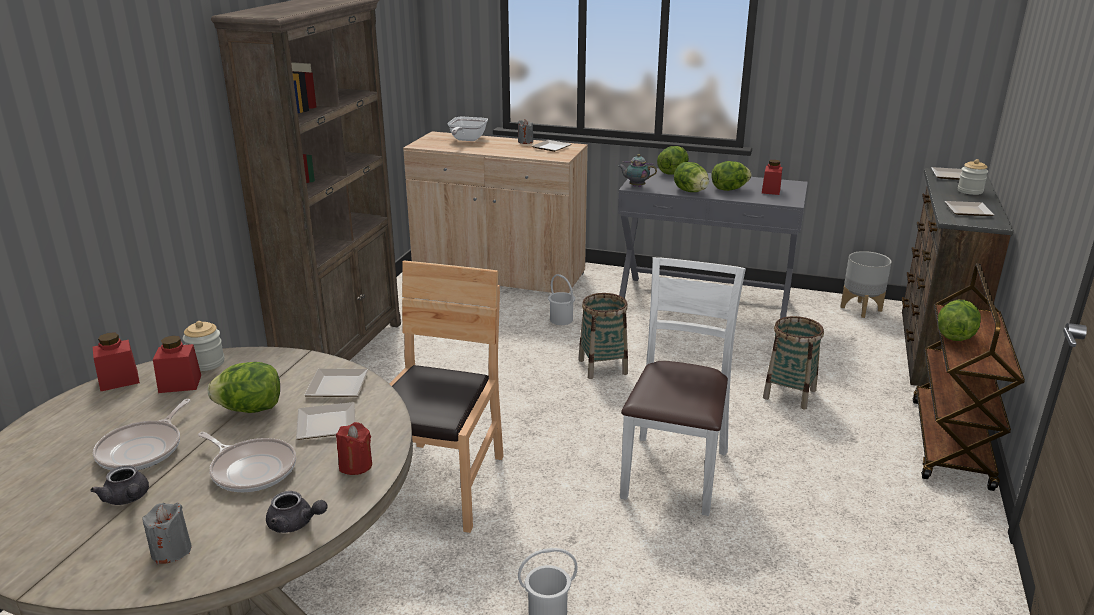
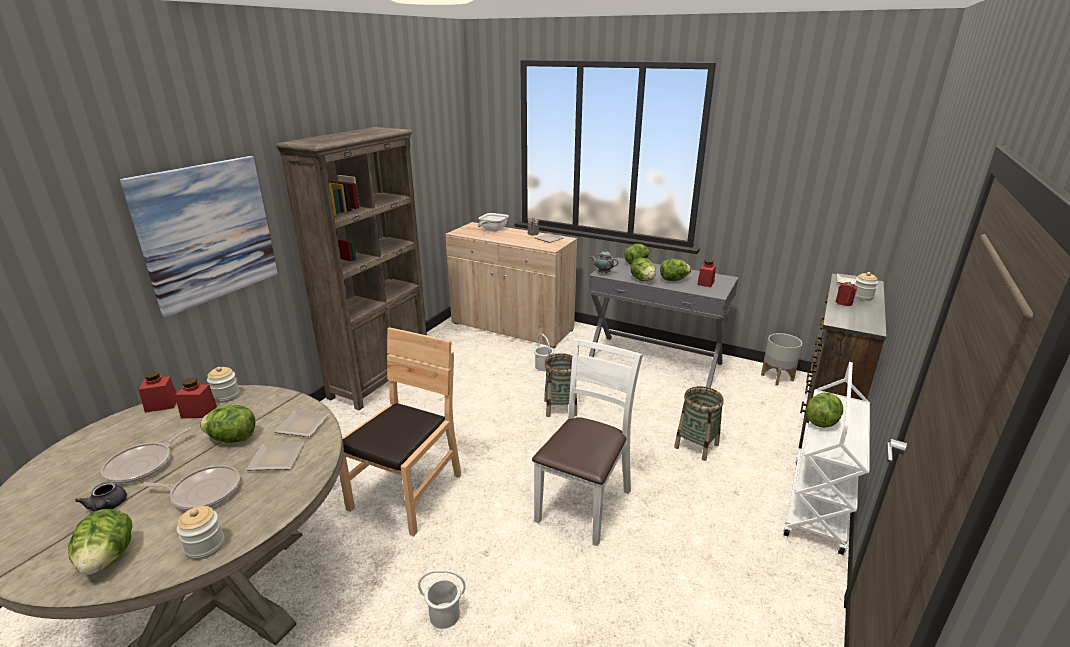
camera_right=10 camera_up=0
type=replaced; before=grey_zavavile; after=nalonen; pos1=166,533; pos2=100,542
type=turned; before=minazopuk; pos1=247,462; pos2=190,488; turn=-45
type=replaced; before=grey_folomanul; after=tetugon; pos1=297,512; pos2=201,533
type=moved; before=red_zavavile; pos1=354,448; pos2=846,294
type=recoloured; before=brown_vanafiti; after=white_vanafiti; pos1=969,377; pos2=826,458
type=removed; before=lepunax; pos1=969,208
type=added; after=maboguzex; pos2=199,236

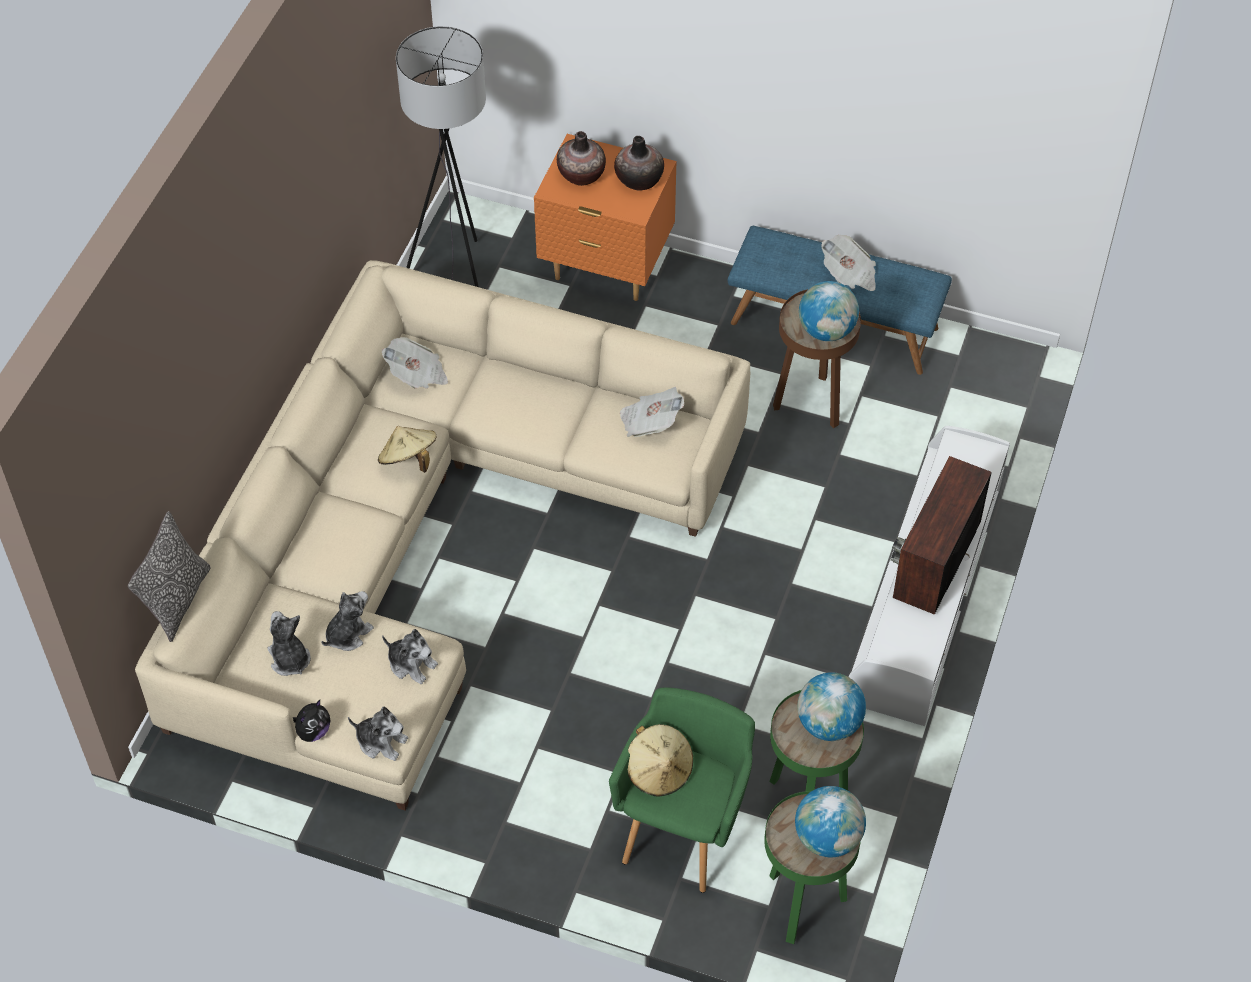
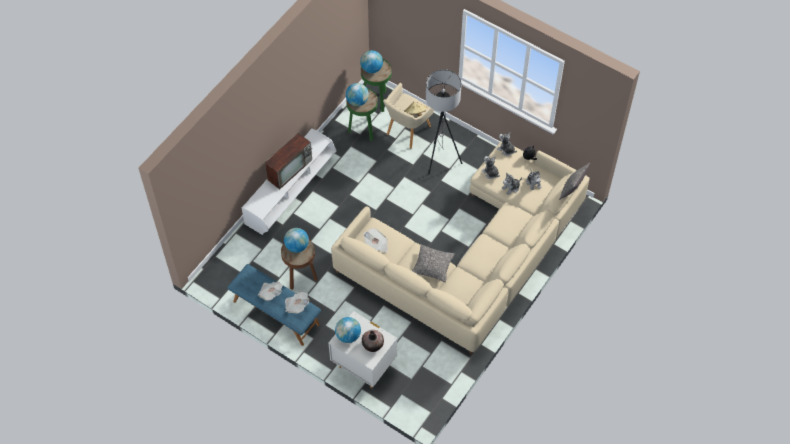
camera_right=-165 camera_up=5
type=removed; before=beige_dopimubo; pos1=407,449
type=moved; before=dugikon; pos1=415,363; pos2=297,302
type=moved; before=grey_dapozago; pos1=441,156; pos2=444,121
type=recoloured; before=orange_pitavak; after=white_pitavak; pos1=605,217; pos2=363,349
type=recoloured; before=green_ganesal; after=beige_ganesal; pos1=682,790; pos2=408,116
type=replaced; before=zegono; after=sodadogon; pos1=639,163; pos2=348,330
type=added; after=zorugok; pos2=433,263

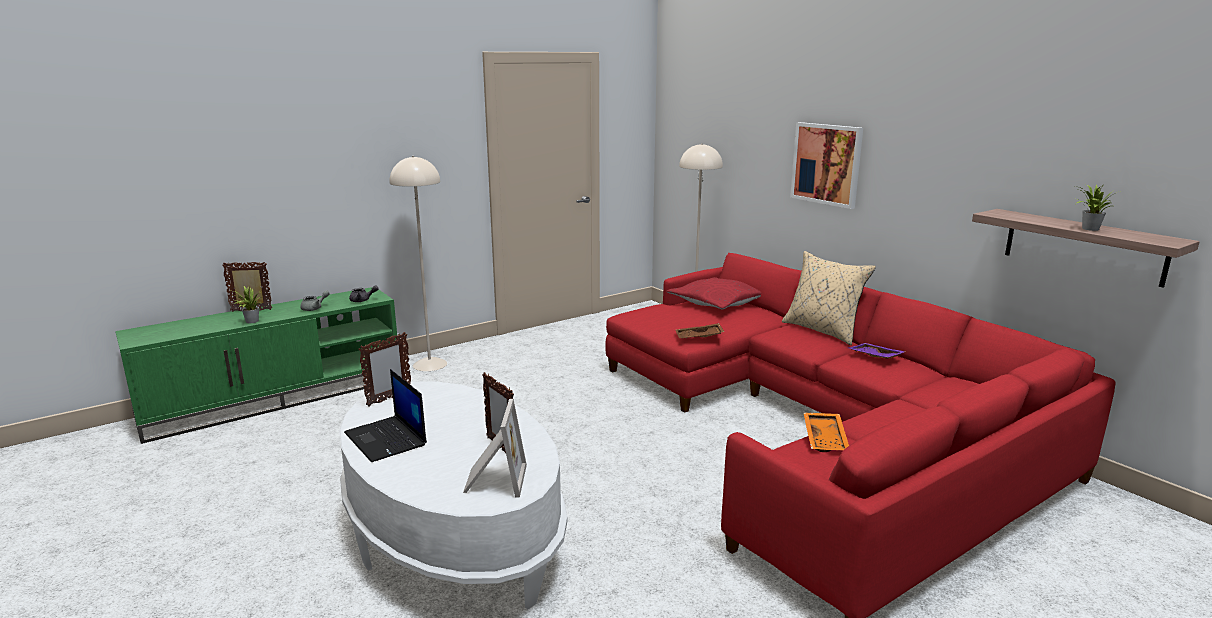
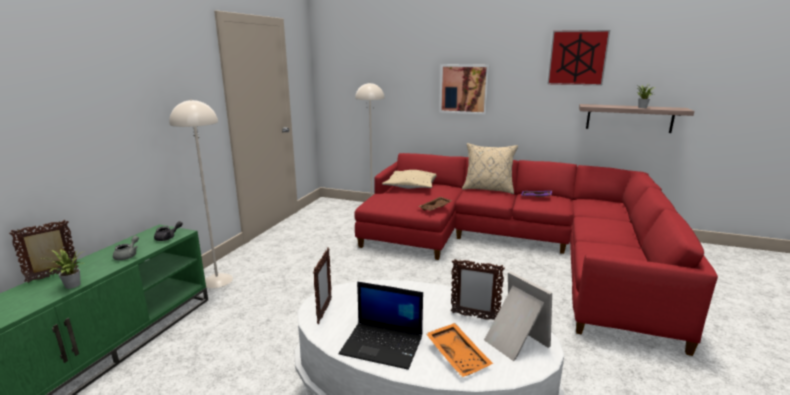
camera_right=-35 camera_up=0
type=recoloured; before=red_zorugok; after=beige_zorugok; pos1=714,293; pos2=409,179
type=moved; before=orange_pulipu; pos1=826,432; pos2=459,350
type=added; after=maboguzex; pos2=579,58

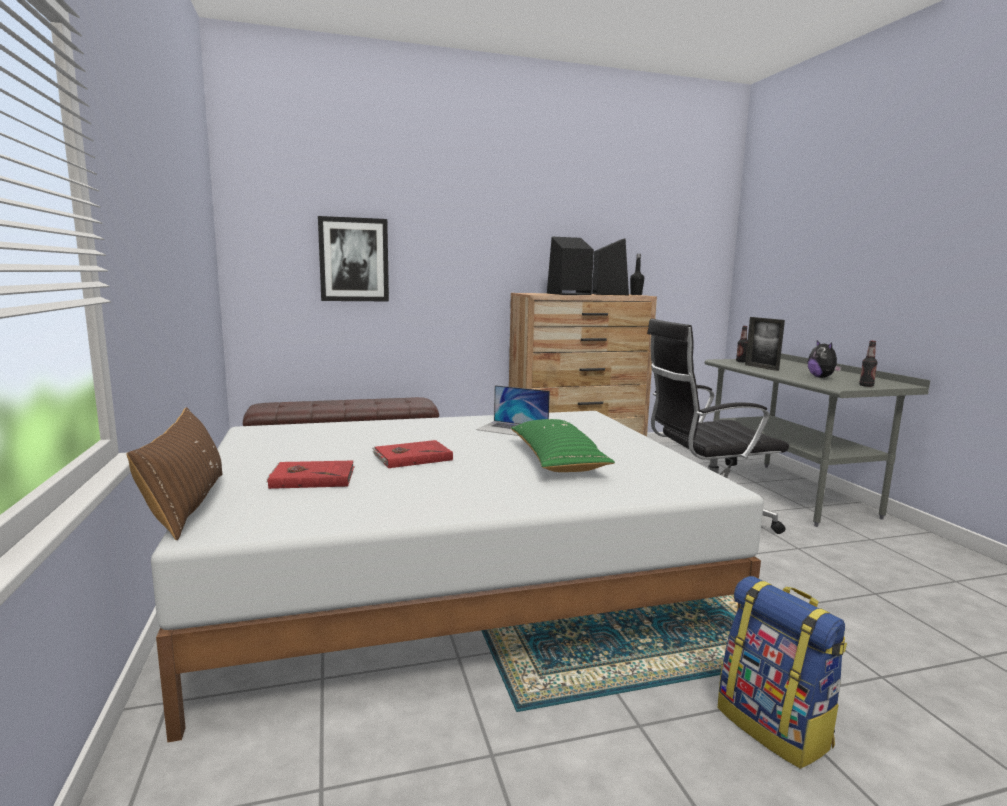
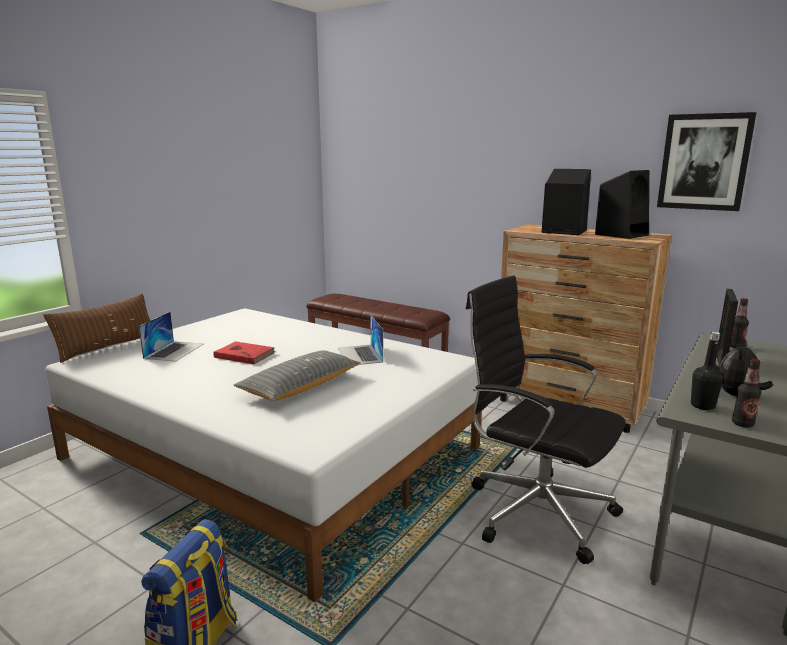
camera_right=50 camera_up=5
type=replaced; before=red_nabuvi; after=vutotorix; pos1=310,475; pos2=171,337
type=moved; before=maboguzex; pos1=353,258; pos2=706,161
type=recoloured; before=green_zorugok; after=grey_zorugok; pos1=563,445; pos2=297,375
type=moved; before=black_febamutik; pos1=637,274; pos2=707,370

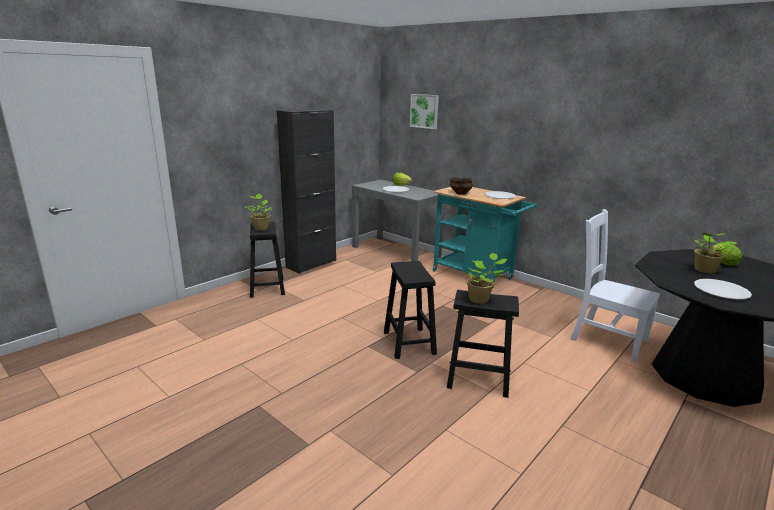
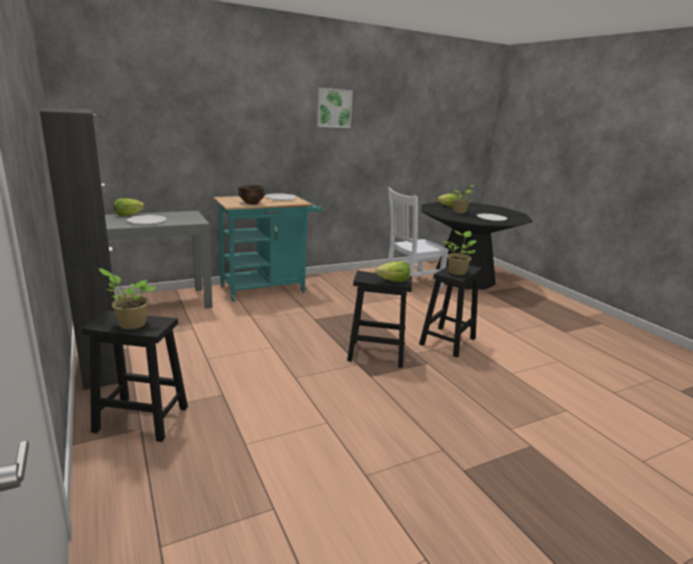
camera_right=-70 camera_up=0
type=moved; before=maboguzex; pos1=424,111; pos2=335,108
type=added; after=nalonen; pos2=392,271

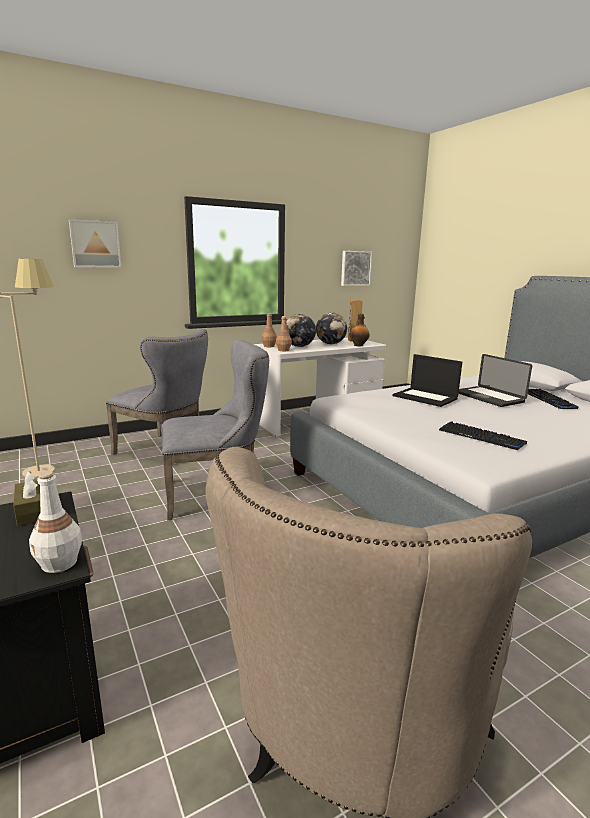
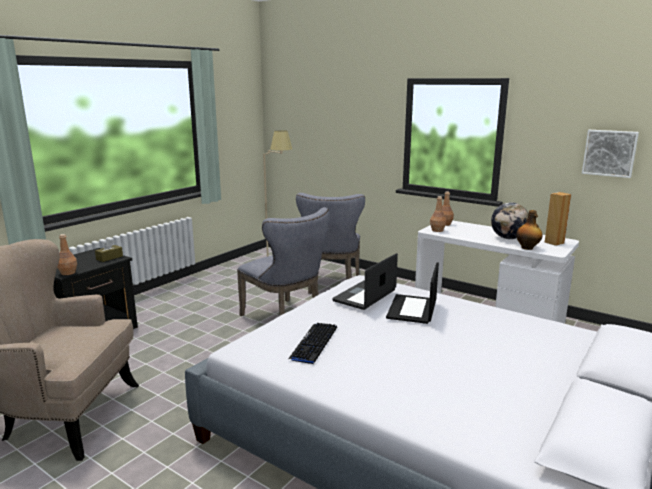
camera_right=65 camera_up=0
type=recoloured; before=white_febamutik; after=brown_febamutik; pos1=55,522; pos2=67,254
type=removed; before=maboguzex; pos1=95,243
type=removed; before=sodadogon; pos1=301,330
type=moved; before=vutotorix; pos1=495,380; pos2=365,281
type=removed; before=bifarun; pos1=553,399

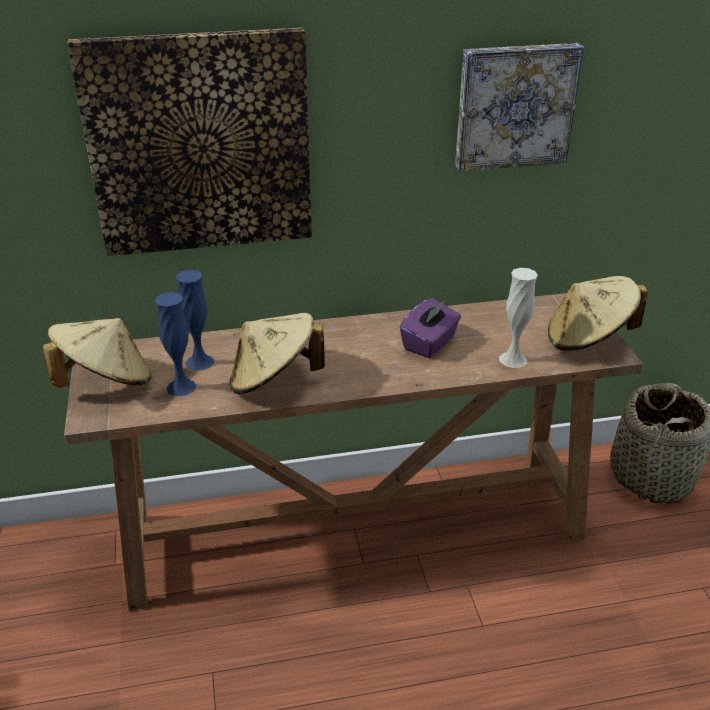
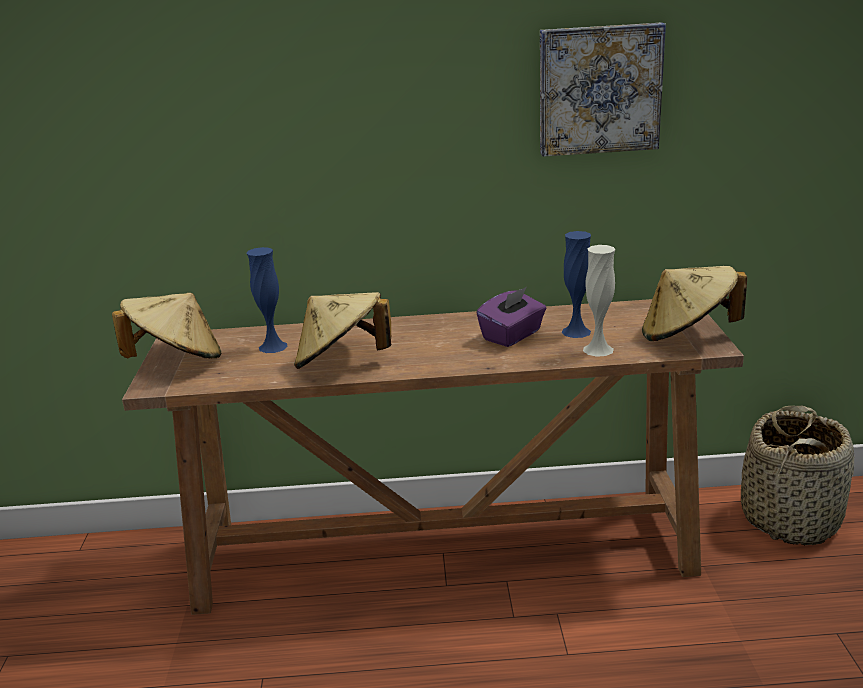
camera_right=10 camera_up=-10
type=removed; before=maboguzex; pos1=189,142
type=moved; before=blue_zegono; pos1=176,344; pos2=576,284

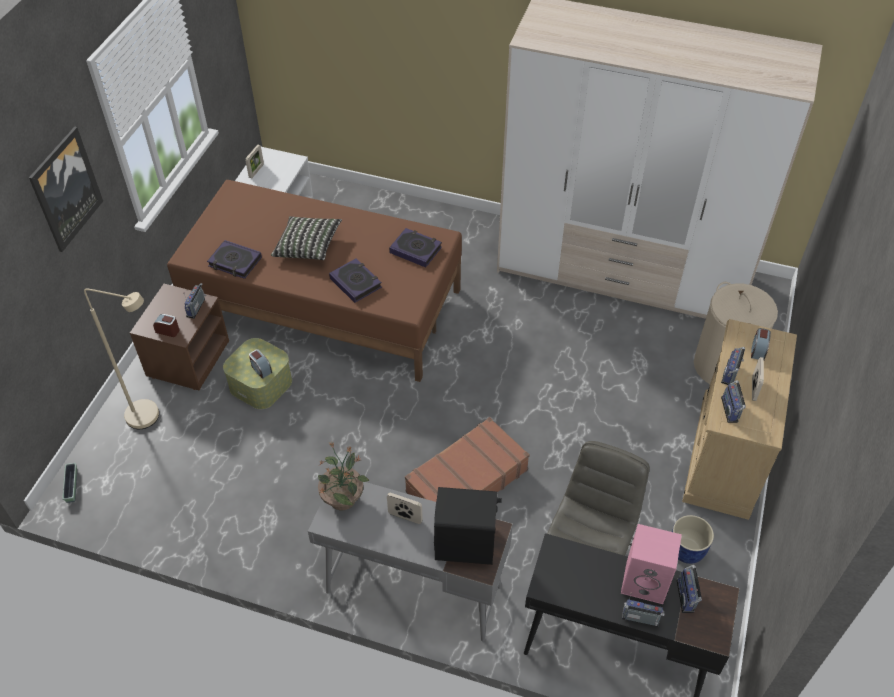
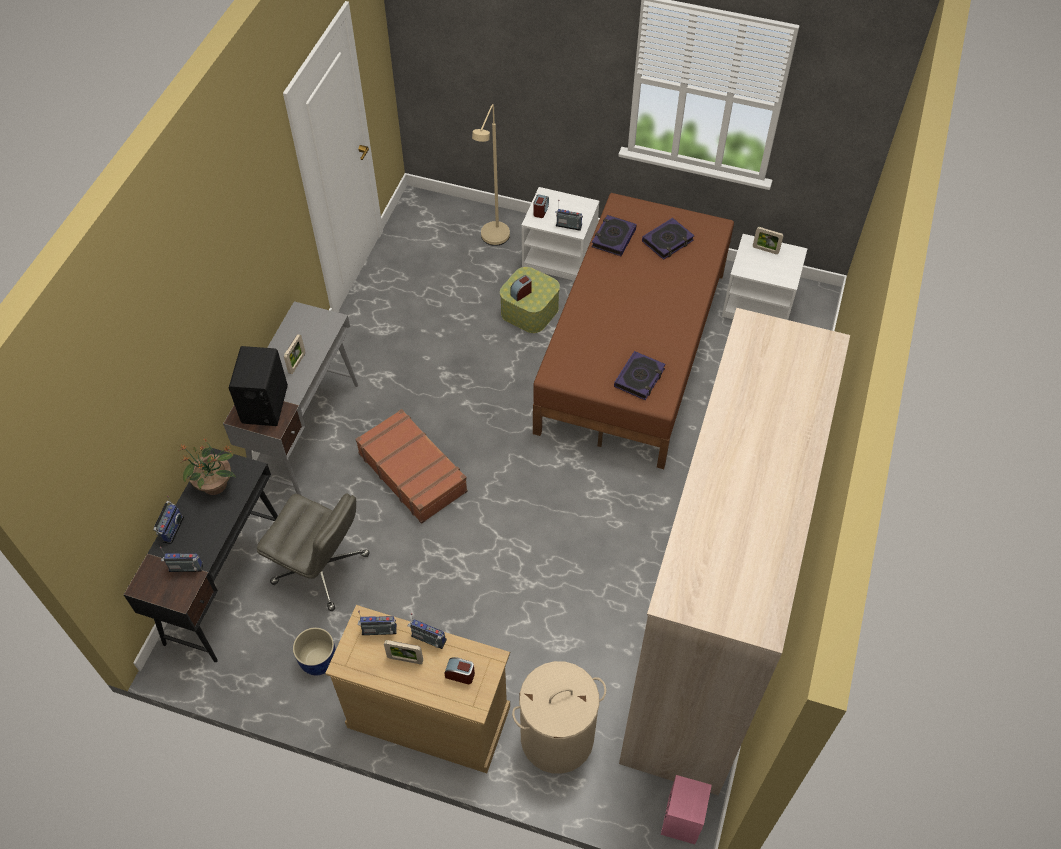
camera_right=90 camera_up=5
type=removed; before=maboguzex; pos1=66,189
type=removed; before=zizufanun; pos1=70,483
type=recoloured; before=brown_pitavak; after=white_pitavak; pos1=179,337; pos2=560,234
type=removed; before=zorugok; pos1=306,238
type=moved; before=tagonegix; pos1=343,476; pos2=207,466
type=moved; before=nabuvi; pos1=355,280; pos2=668,239
type=moved; before=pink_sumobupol; pos1=651,564; pos2=686,809

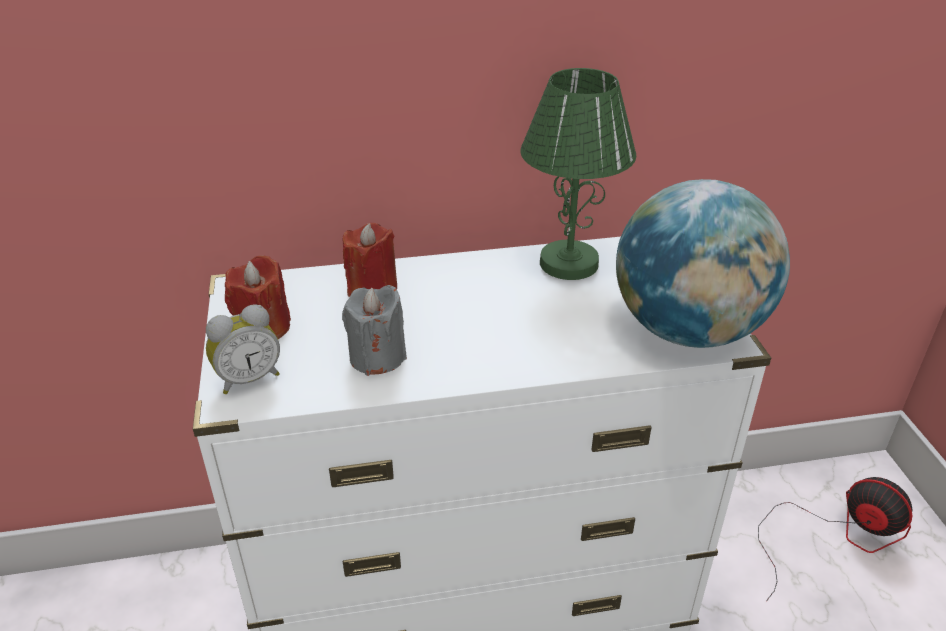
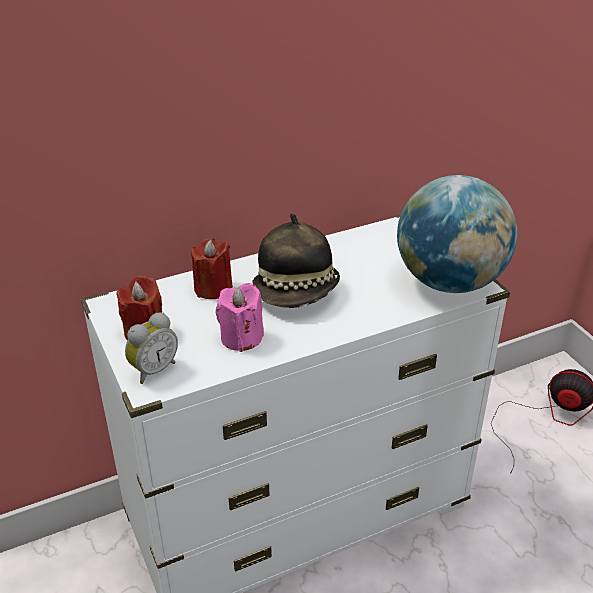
camera_right=-15 camera_up=0
type=recoloured; before=grey_zavavile; after=pink_zavavile; pos1=374,330; pos2=240,317
type=removed; before=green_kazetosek; pos1=578,174
type=added; after=dopimubo; pos2=296,260

